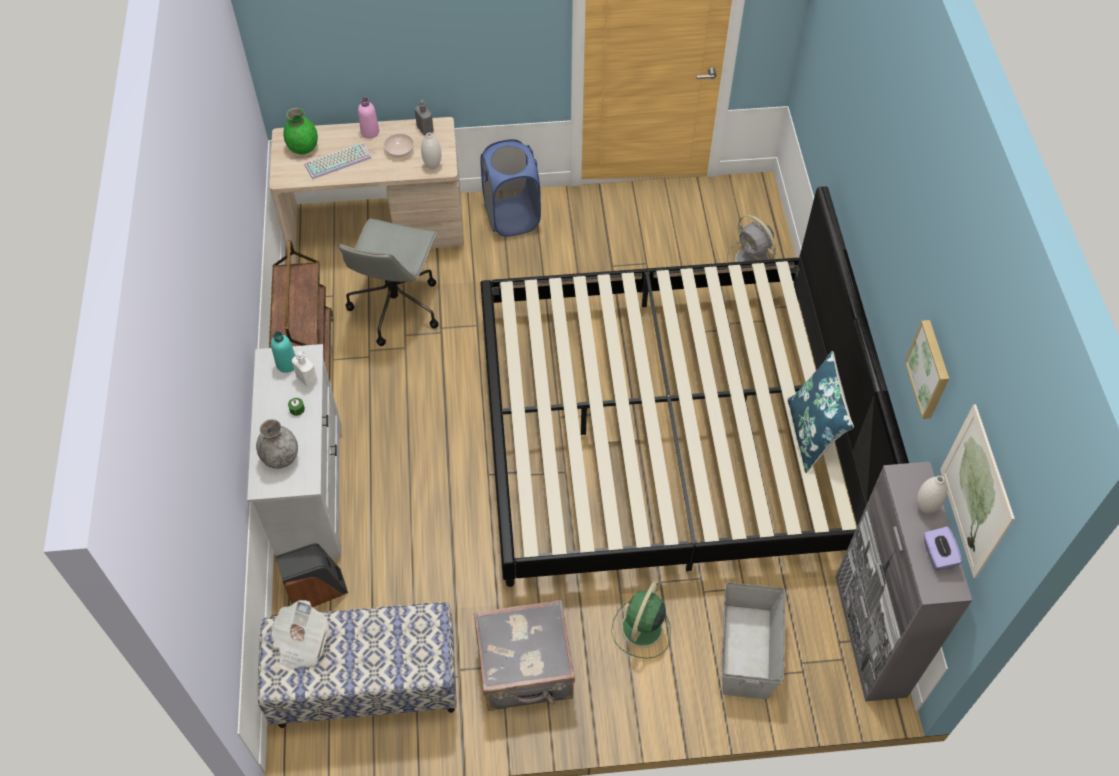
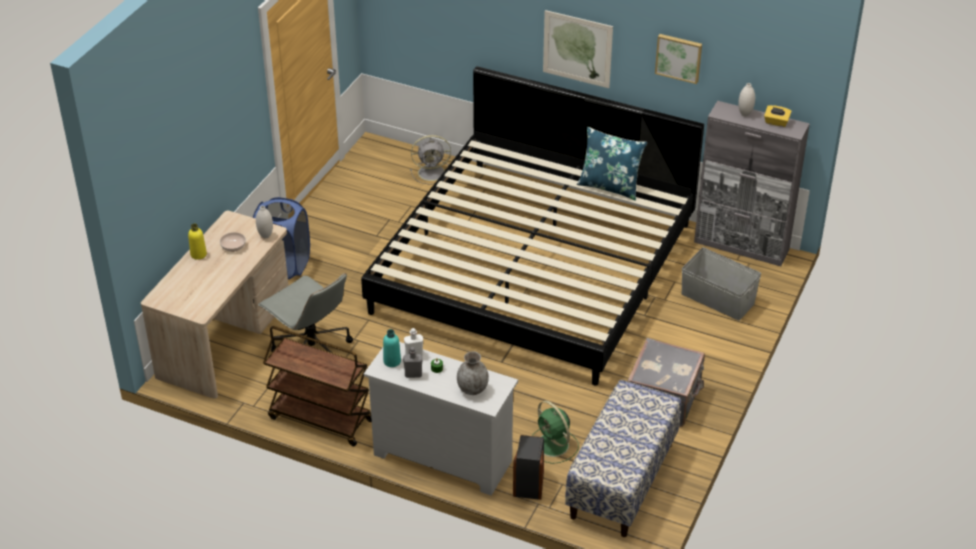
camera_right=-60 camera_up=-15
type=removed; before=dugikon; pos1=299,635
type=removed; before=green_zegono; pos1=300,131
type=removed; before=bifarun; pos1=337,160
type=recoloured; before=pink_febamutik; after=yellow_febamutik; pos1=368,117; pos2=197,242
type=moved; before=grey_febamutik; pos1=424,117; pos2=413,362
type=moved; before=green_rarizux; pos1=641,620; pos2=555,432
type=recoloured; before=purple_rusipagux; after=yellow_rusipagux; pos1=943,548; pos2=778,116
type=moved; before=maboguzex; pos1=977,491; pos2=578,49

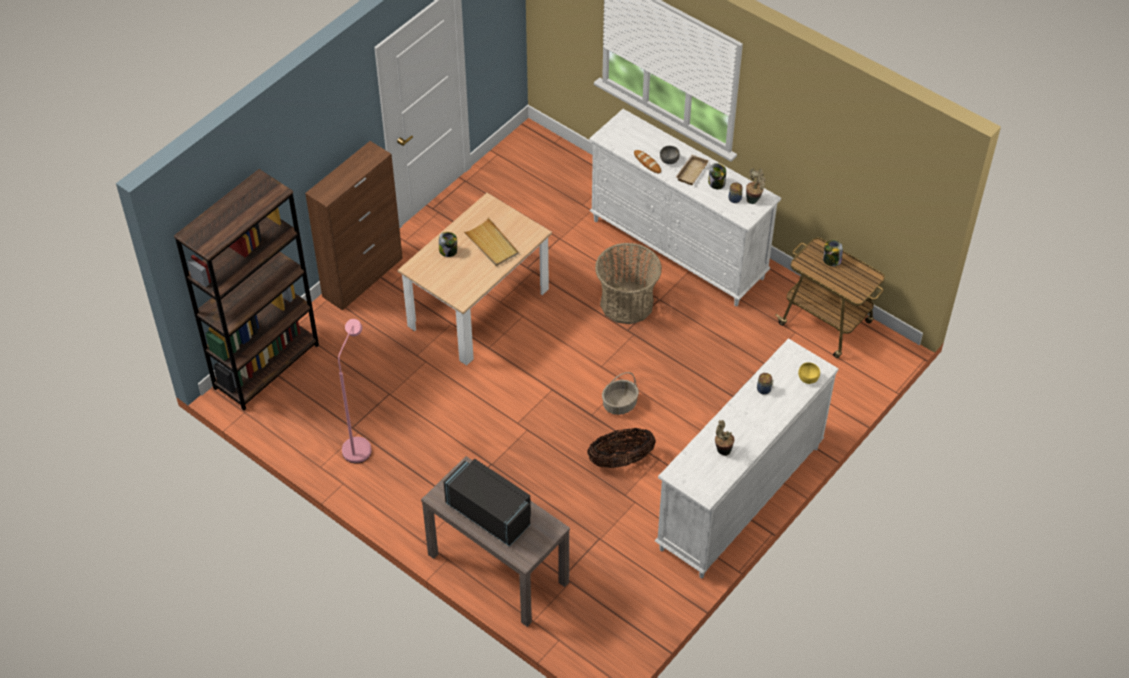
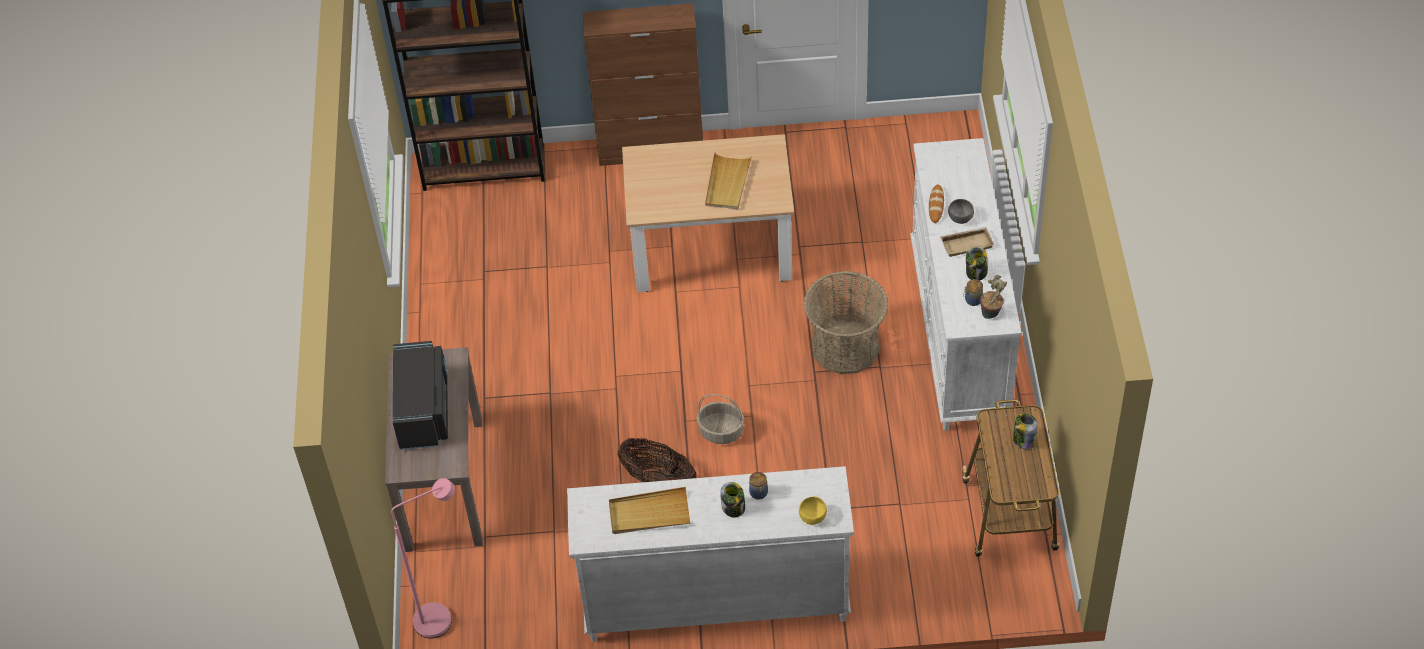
camera_right=50 camera_up=0
type=moved; before=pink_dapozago; pos1=355,391; pos2=423,558
type=moved; before=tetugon; pos1=448,244; pos2=732,500
type=replaced; before=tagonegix; after=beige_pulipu; pos1=724,438; pos2=650,510

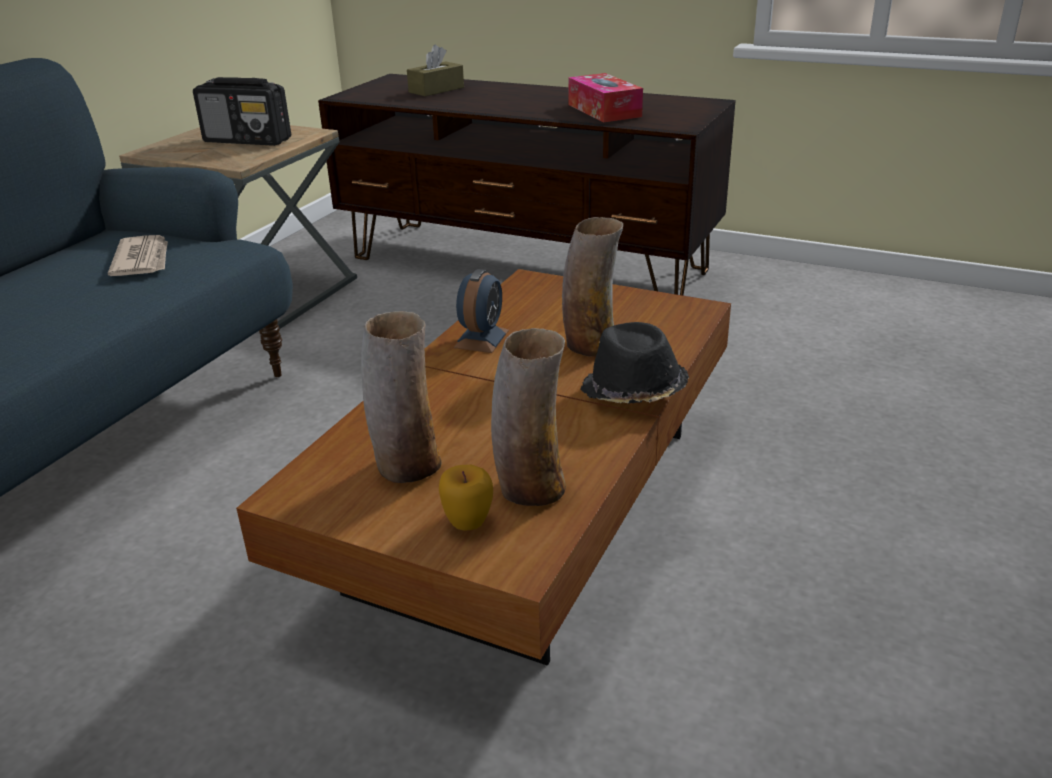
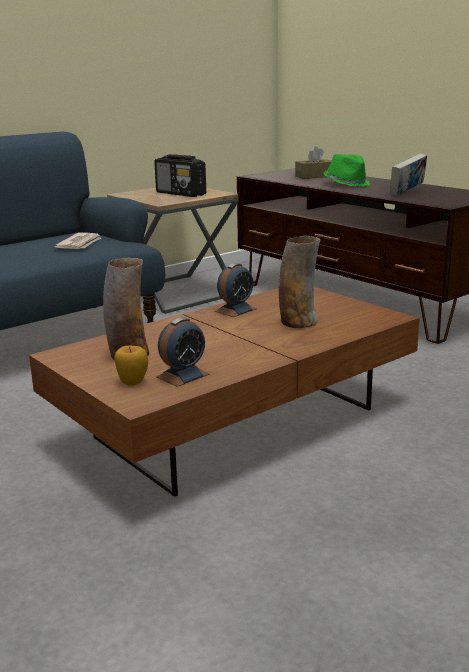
camera_right=25 camera_up=-10
type=replaced; before=zegono; after=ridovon; pos1=528,417; pos2=183,352
type=replaced; before=rusipagux; after=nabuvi; pos1=605,97; pos2=408,174
type=removed; before=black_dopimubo; pos1=635,362
type=added; after=green_dopimubo; pos2=347,170

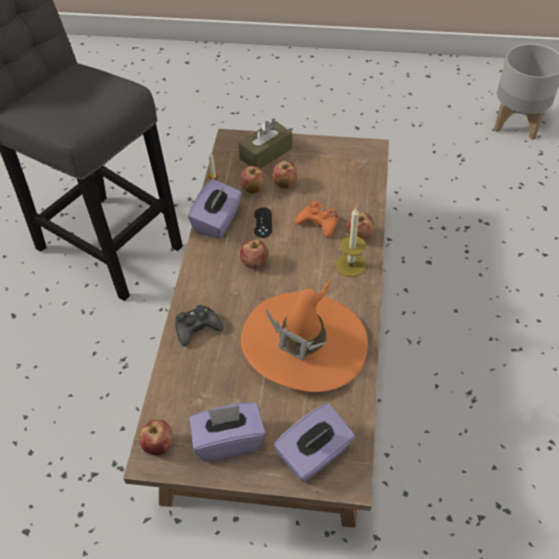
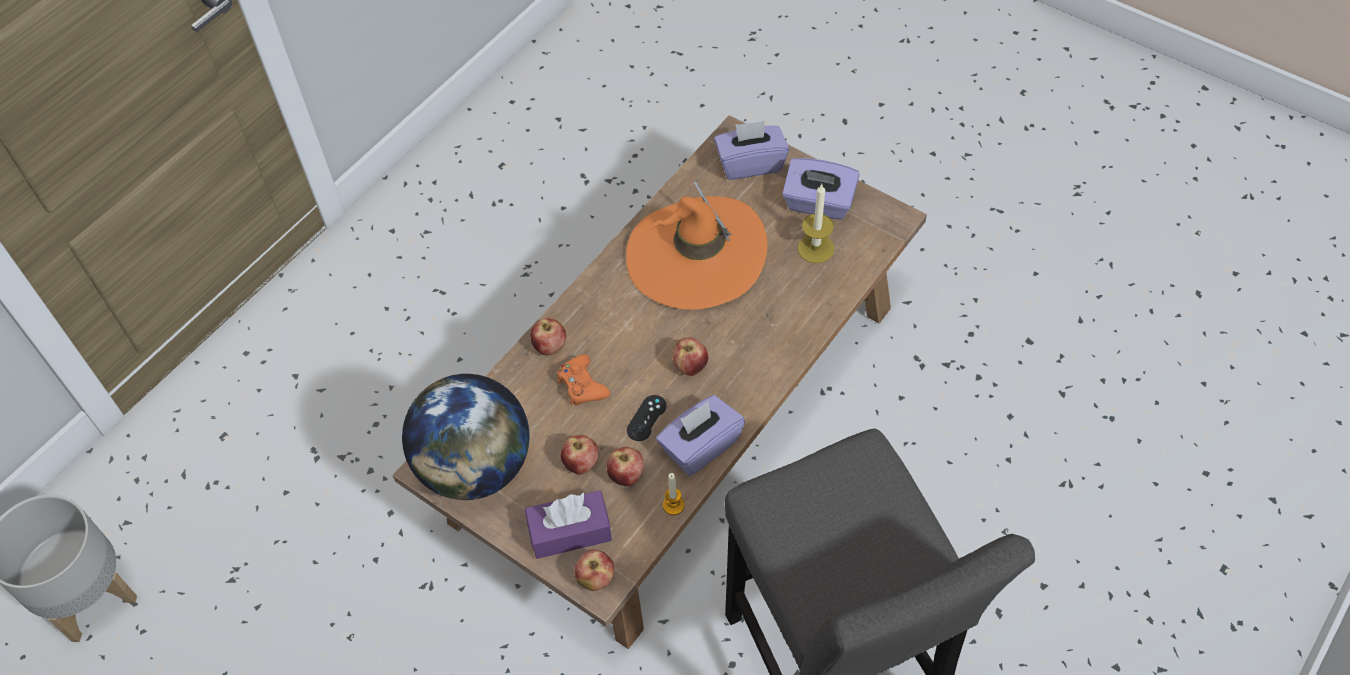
camera_right=-150 camera_up=5
type=moved; before=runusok; pos1=156,438; pos2=594,570
type=removed; before=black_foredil; pos1=199,326
type=recoloured; before=brown_rusipagux; after=purple_rusipagux; pos1=265,144; pos2=568,524
type=moved; before=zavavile; pos1=351,242; pos2=815,223
type=added; after=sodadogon; pos2=466,437

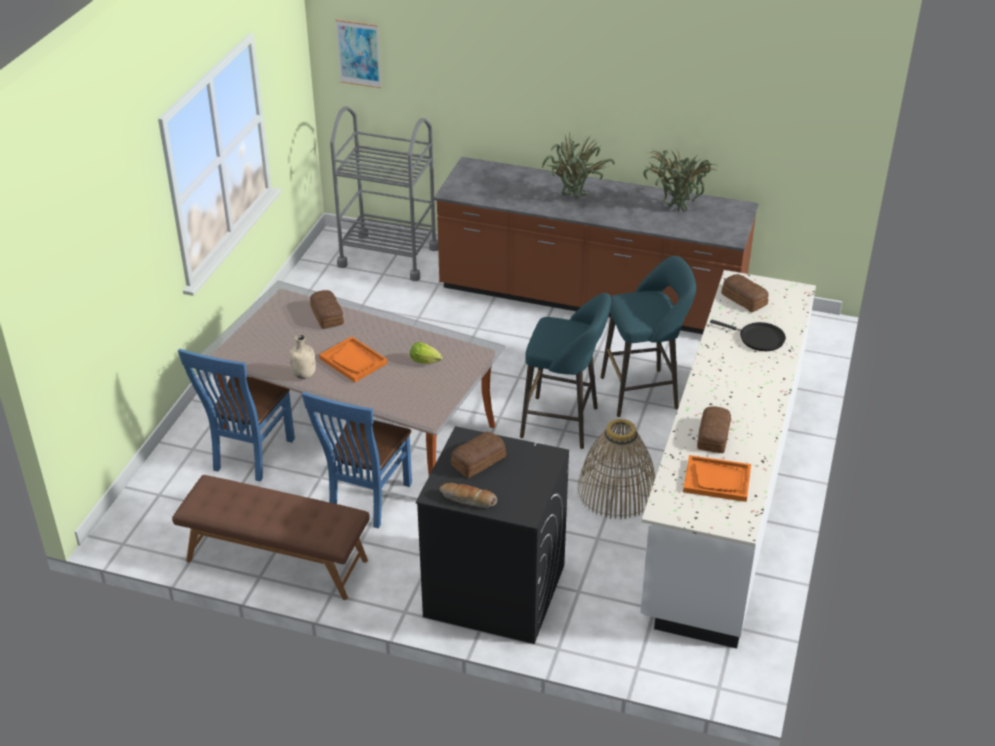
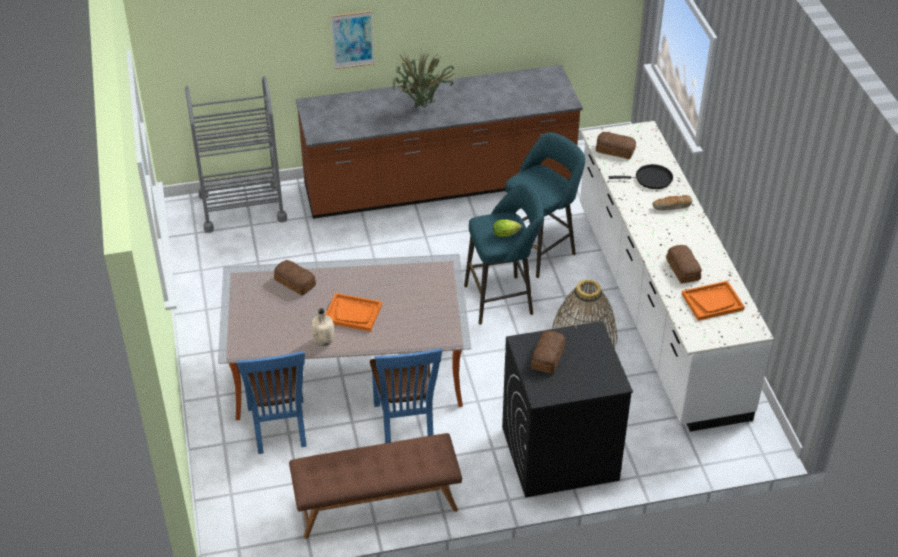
camera_right=-30 camera_up=5
type=moved; before=maboguzex; pos1=359,53; pos2=353,40
type=moved; before=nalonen; pos1=426,353; pos2=507,228
type=moved; before=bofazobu; pos1=468,495; pos2=672,203
type=removed; before=tagonegix; pos1=679,179

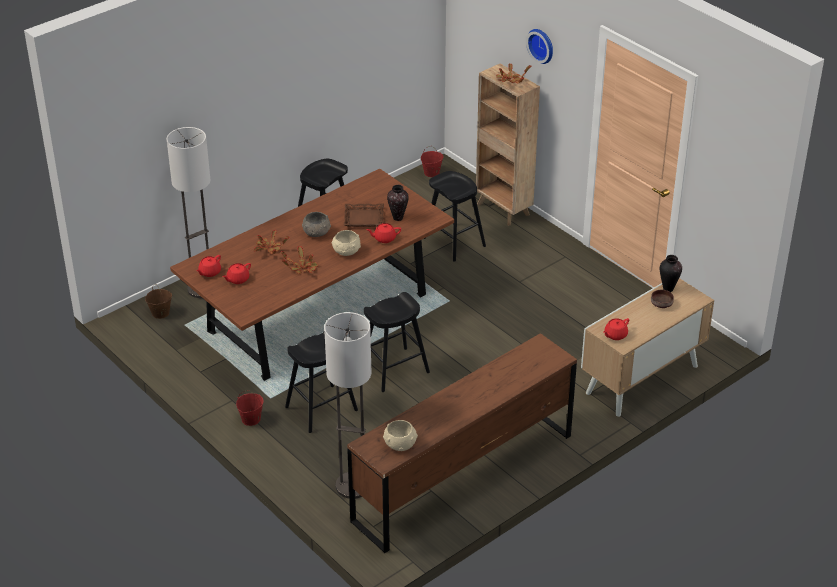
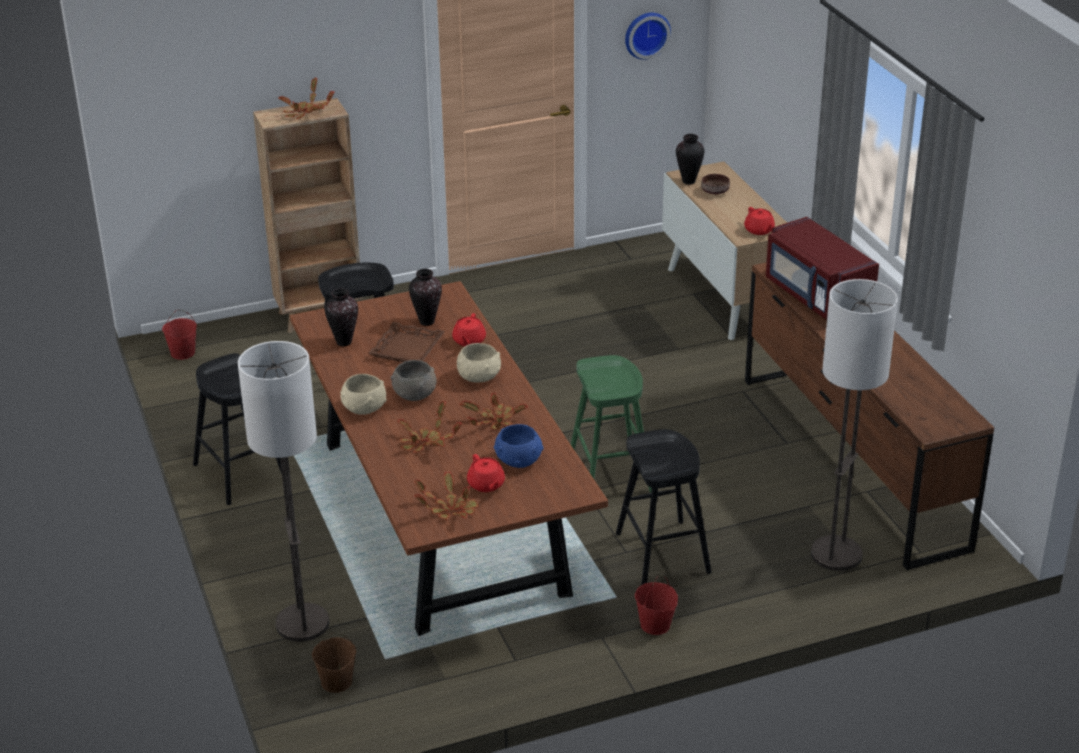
camera_right=-70 camera_up=-5
type=replaced; before=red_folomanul; after=tagonegix; pos1=209,266; pos2=446,495
type=recoloured; before=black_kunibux; after=green_kunibux; pos1=397,342; pos2=611,423
type=moved; before=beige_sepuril; pos1=400,435; pos2=363,394
type=moved; before=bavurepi; pos1=539,46; pos2=648,36
type=added; after=zegono; pos2=341,317
type=added; after=blue_sepuril; pos2=519,446
type=added; after=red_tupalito; pos2=822,268

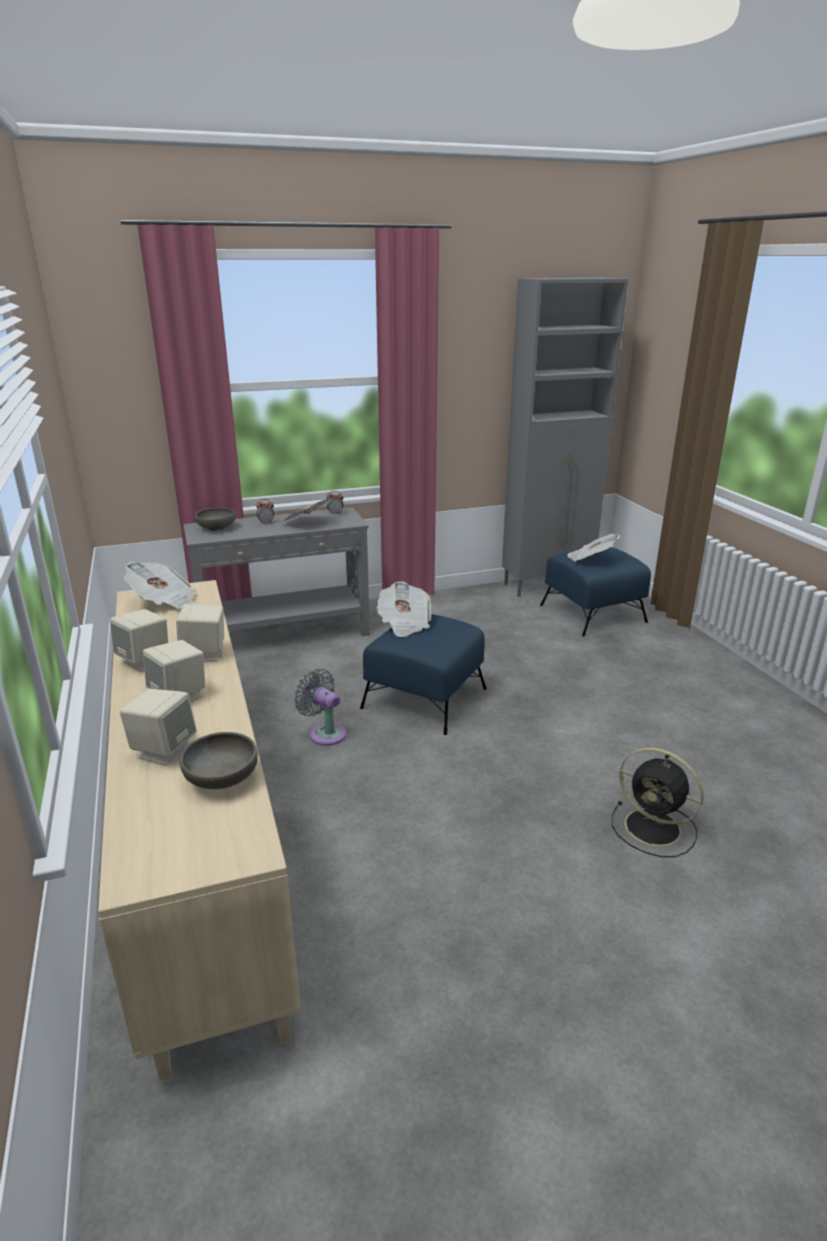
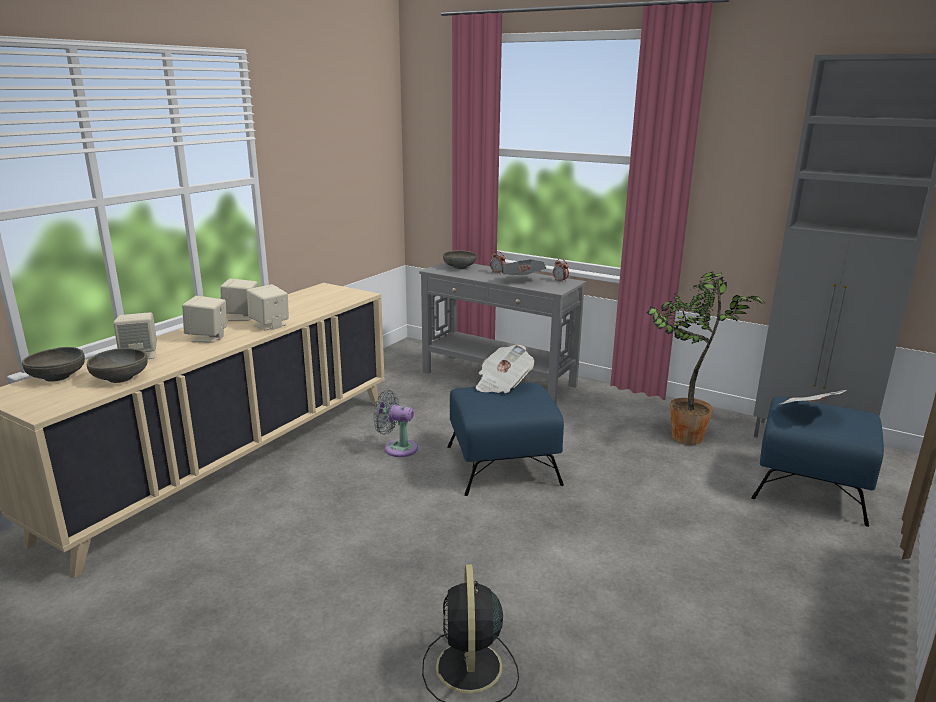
camera_right=50 camera_up=-5
type=removed; before=dugikon; pos1=160,585
type=turned; before=grey_rarizux; pos1=320,707; pos2=395,423; turn=-75
type=added; after=grey_sepuril; pos2=53,364
type=added; after=tagonegix; pos2=705,358

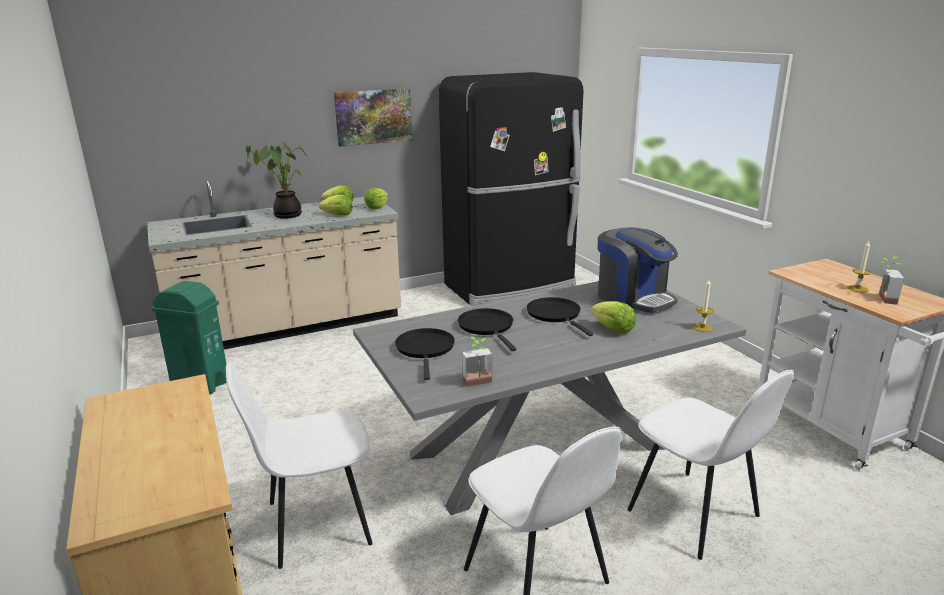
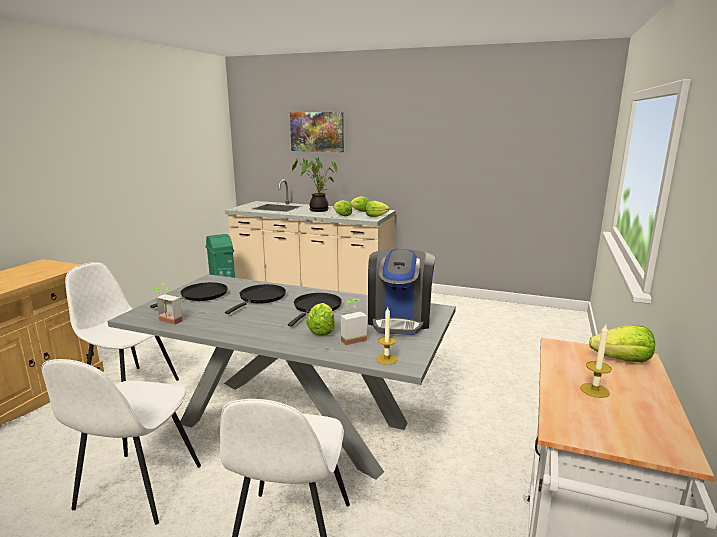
camera_right=45 camera_up=-5
type=moved; before=maboguzex; pos1=373,117; pos2=317,132
type=removed; before=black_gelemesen; pos1=511,189
type=moved; before=tagonegix; pos1=891,280; pos2=354,321
type=added; after=nalonen; pos2=622,343

